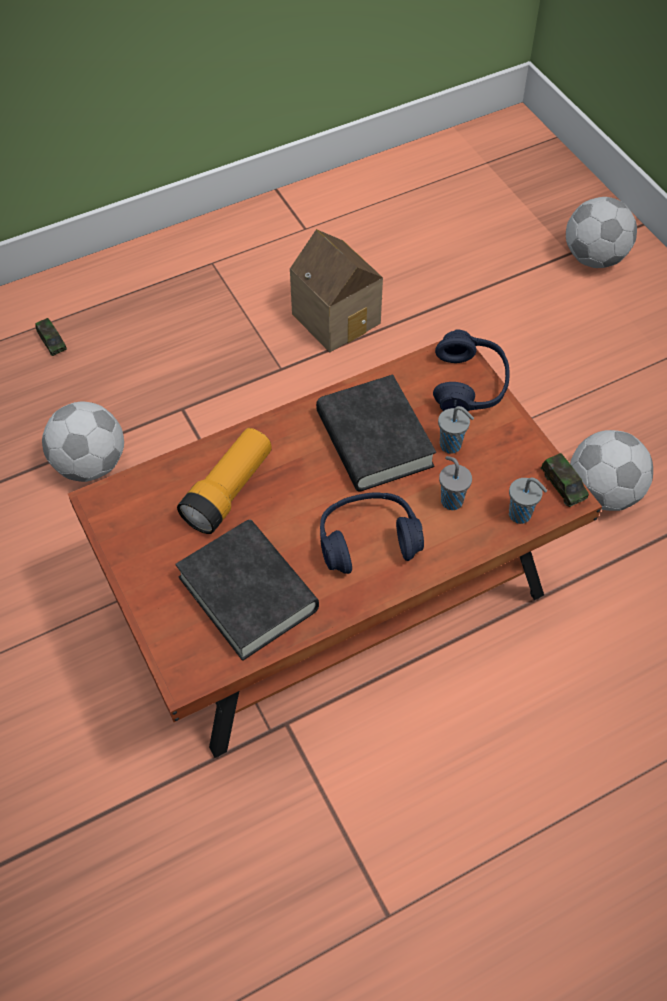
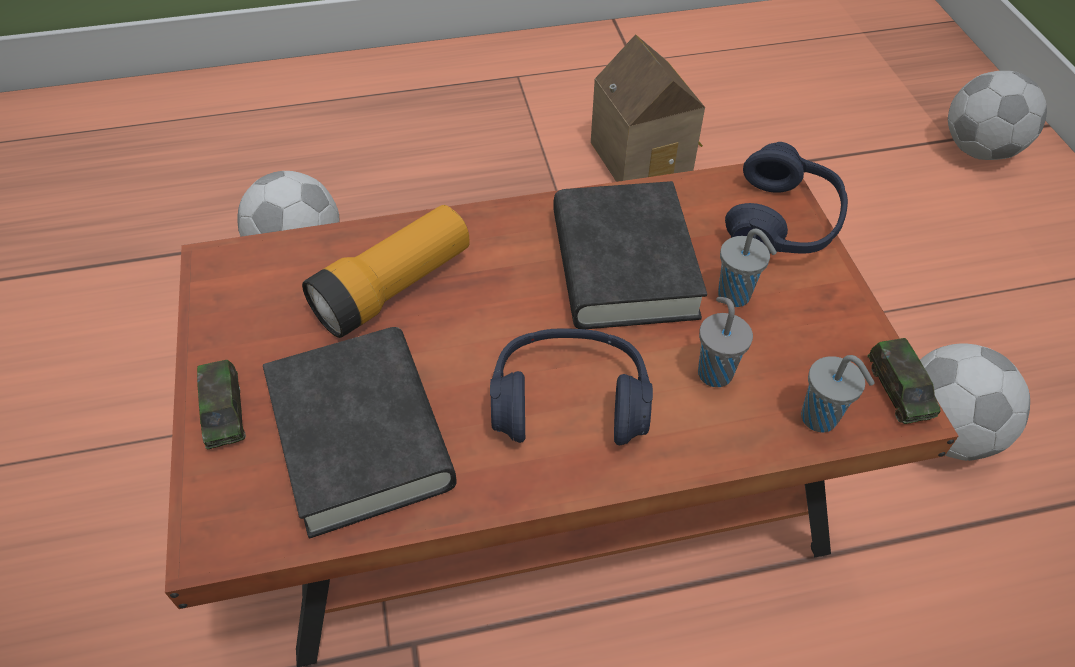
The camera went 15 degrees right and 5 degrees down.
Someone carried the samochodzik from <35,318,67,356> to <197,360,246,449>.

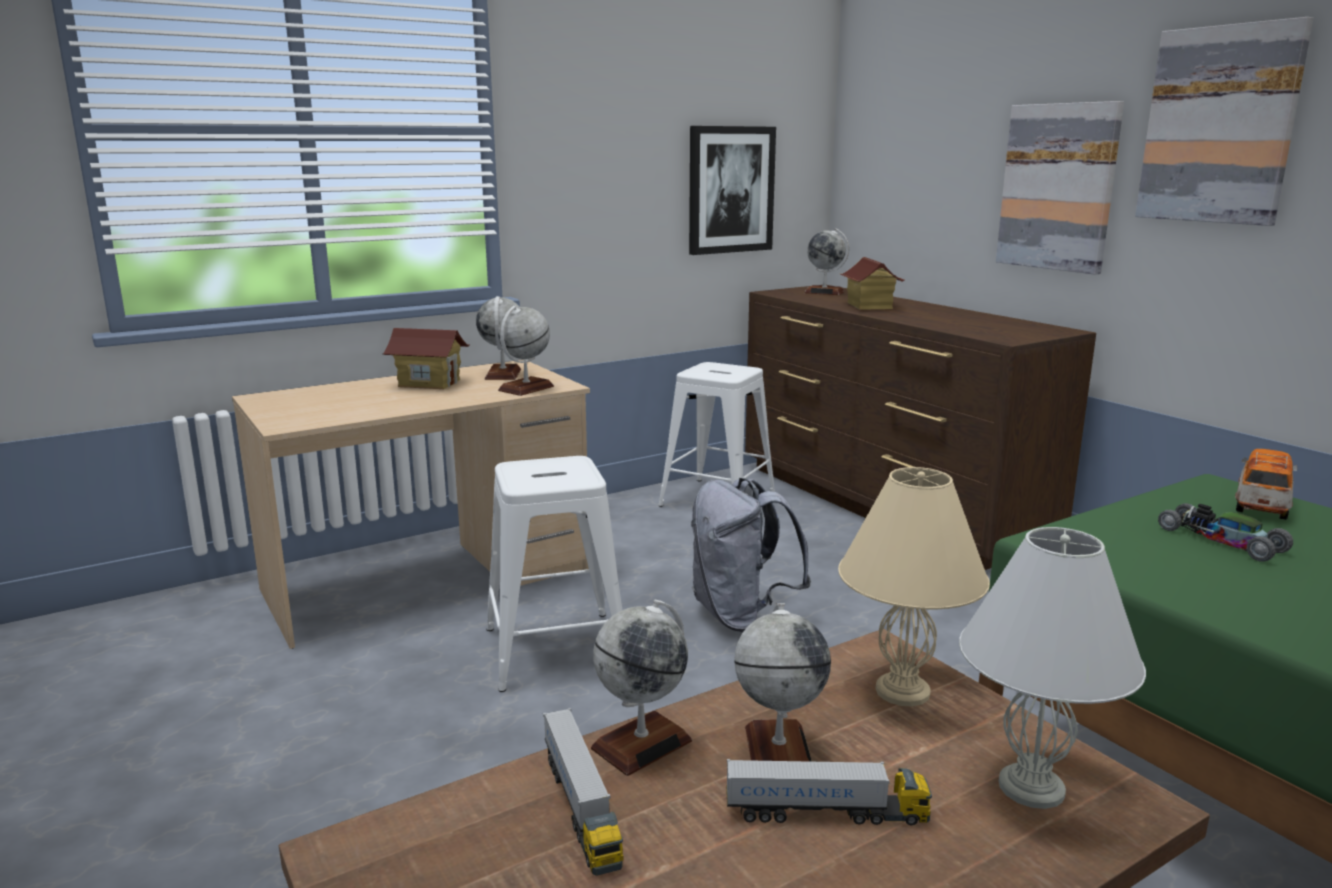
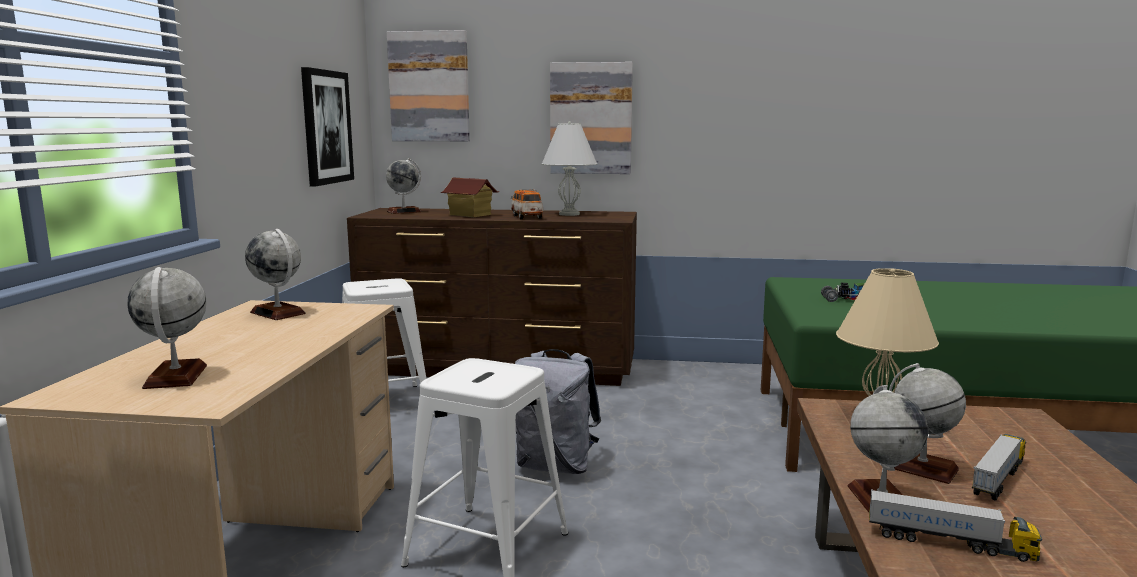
The camera went 50 degrees left and 5 degrees down.
Someone took away the domek at <383,328,470,389>.
Someone carried the globus from <498,306,554,396> to <127,267,207,389>.
Someone carried the lampa stołowa/biały from <959,527,1146,809> to <542,121,597,216>.
Someone carried the obraz from <1135,17,1313,226> to <387,30,470,141>.
Someone carried the samochodzik from <1235,449,1297,520> to <511,189,544,219>.

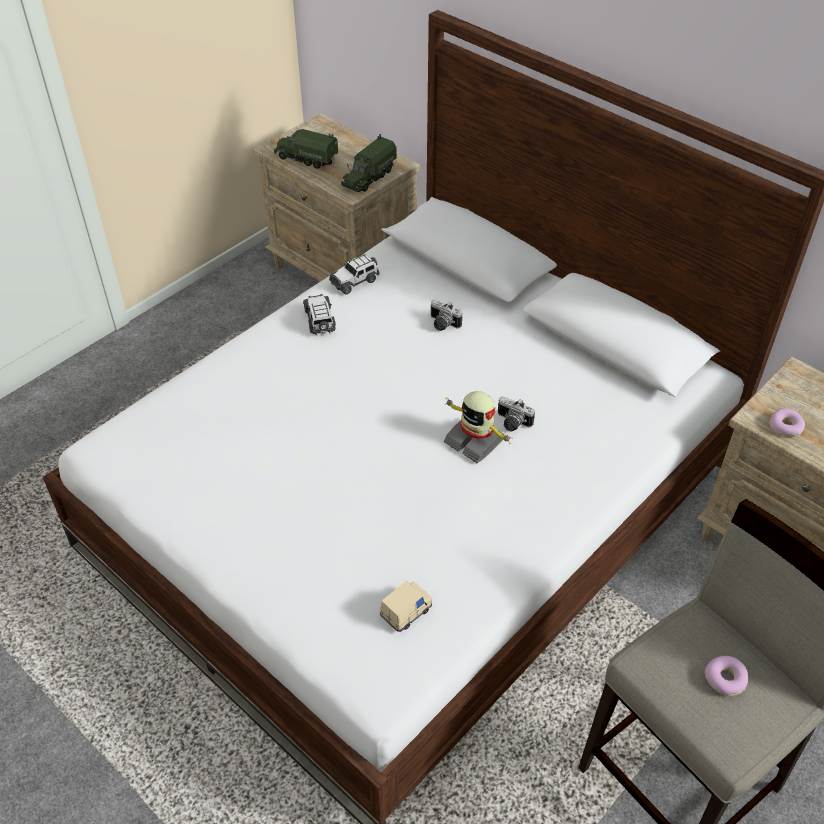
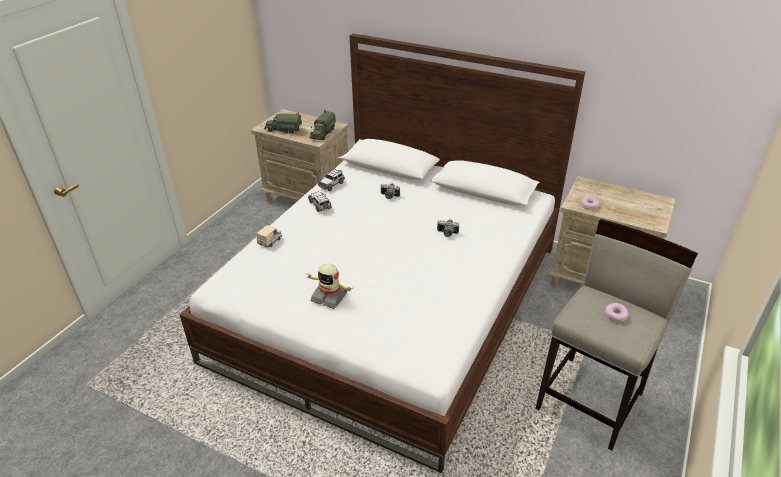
The camera went 15 degrees left and 10 degrees down.
Someone carried the samochodzik/beżowy from <380,581,432,632> to <257,225,282,247>.
Someone carried the robot zabawkowy from <444,391,510,463> to <306,264,352,309>.

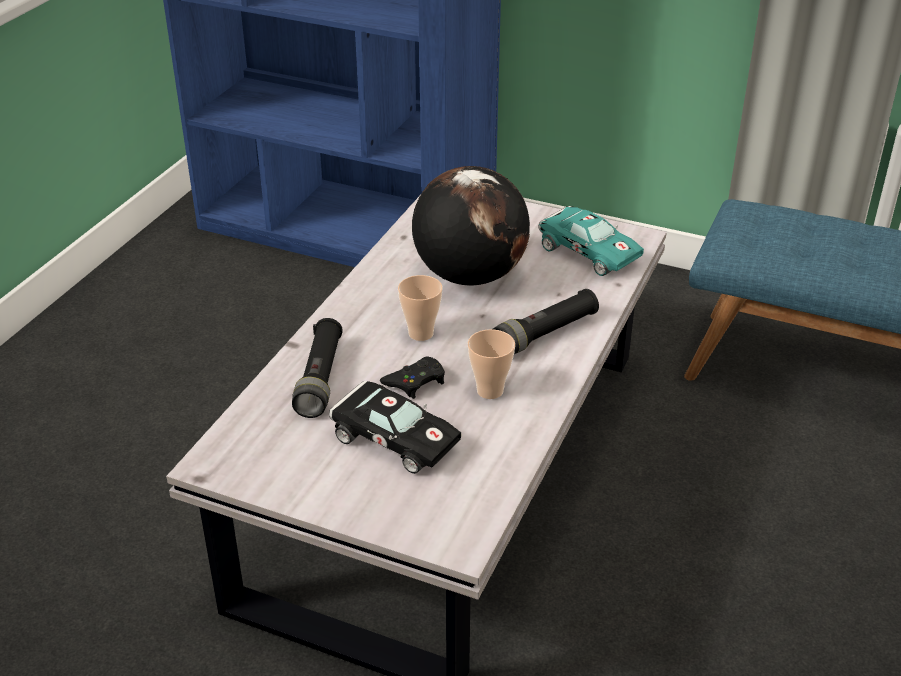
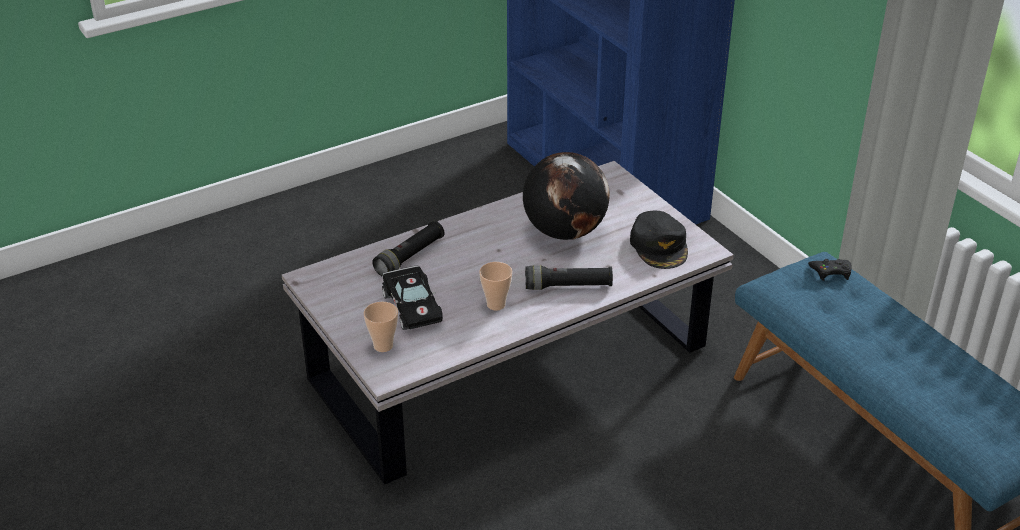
The camera went 35 degrees right and 0 degrees up.
Someone carried the pad do gier/czarny from <380,357,445,399> to <808,259,852,281>.
Someone carried the filiżanka from <398,275,443,341> to <364,302,398,352>.
Someone swapped the samochodzik/turkusowy at <539,206,644,276> for the czapka z daszkiem/czarny at <630,211,688,269>.

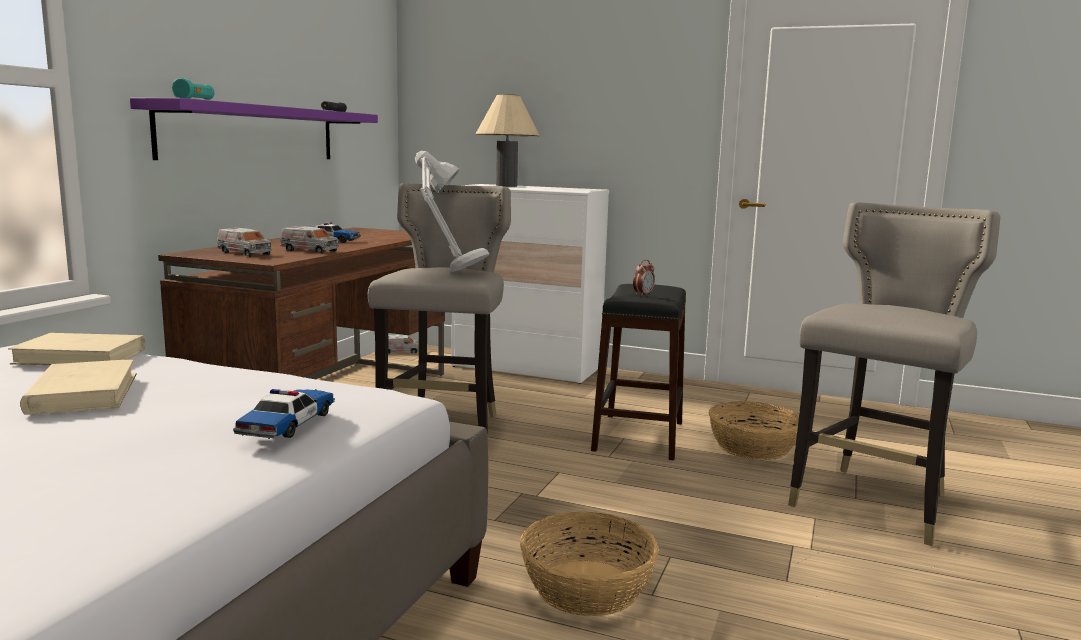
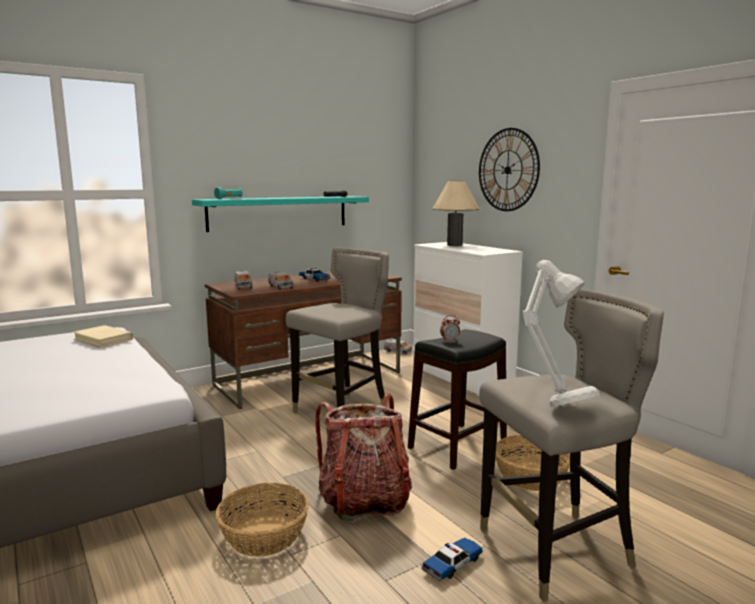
The camera went 35 degrees right and 0 degrees up.
Someone took away the książka/beżowy at <20,360,136,415>.
Someone put down the plecak at <315,393,412,522>.
Someone put up the zegar ścienny at <479,128,540,211>.
Someone carried the samochodzik from <233,389,335,439> to <421,538,483,581>.
Someone carried the lampa stołowa/szary from <415,151,490,272> to <522,260,600,407>.
Someone repainted the półka/fioletowy at <130,98,378,160>, which became the półka/turkusowy at <192,196,369,232>.

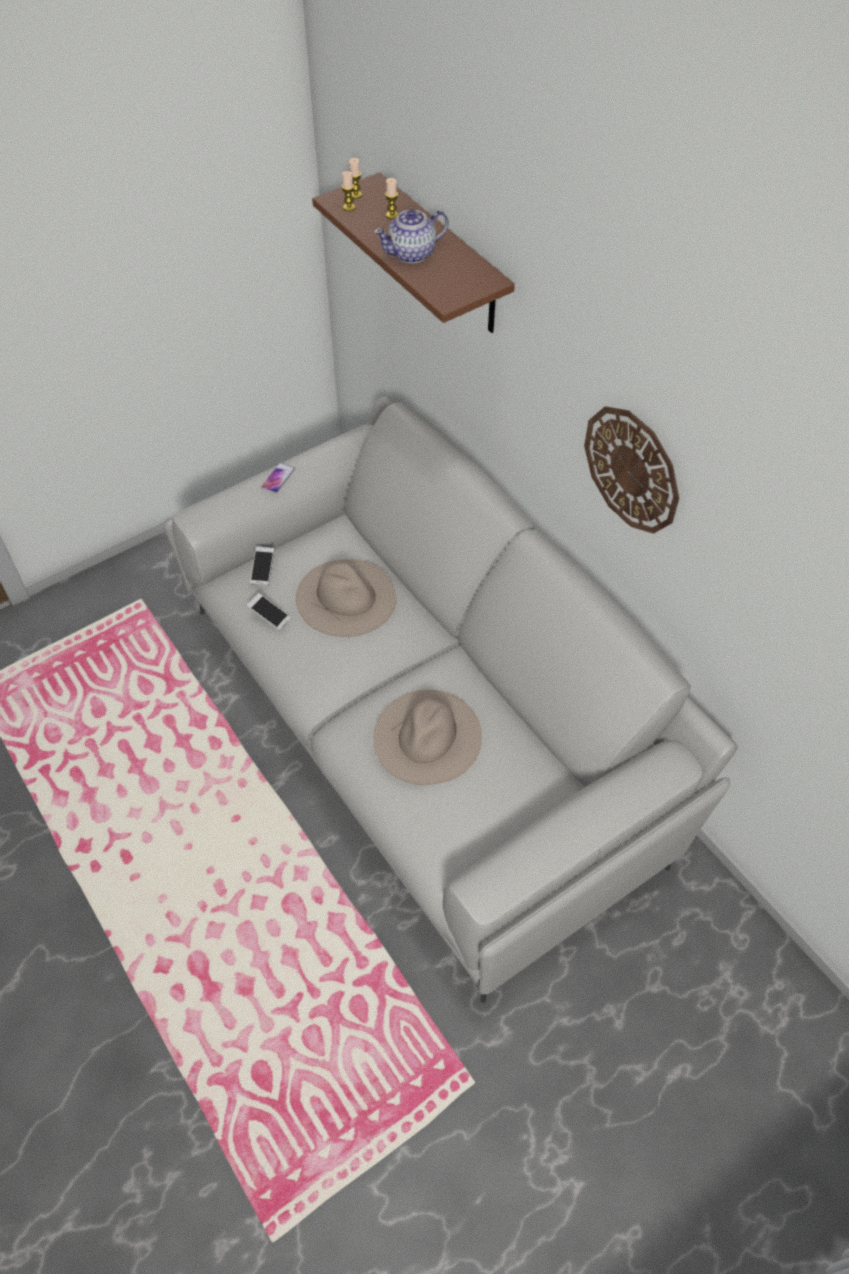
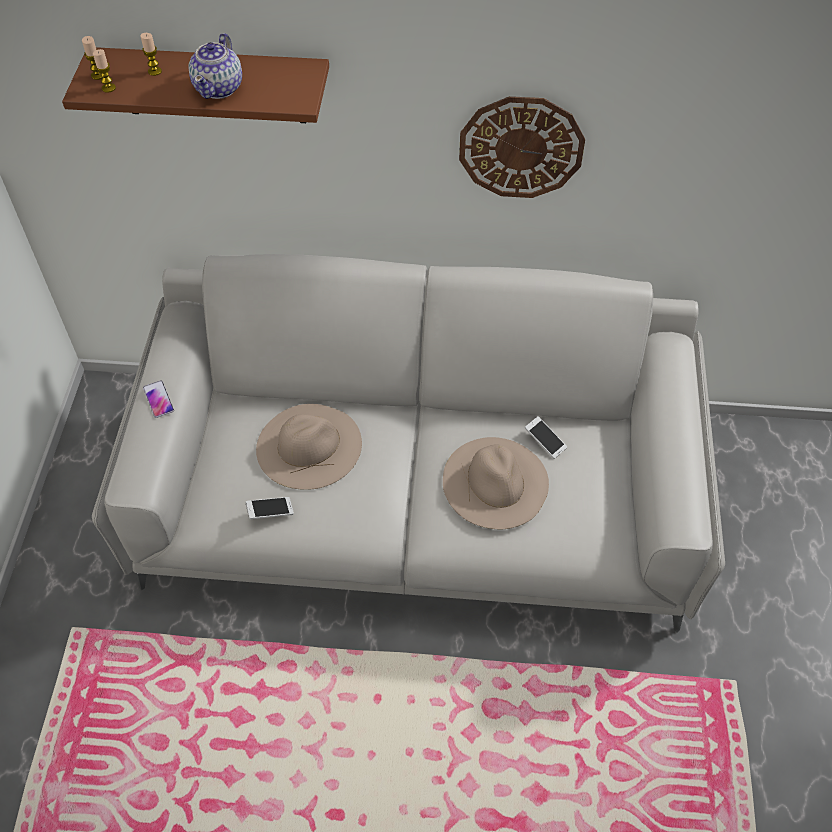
The camera went 50 degrees left and 0 degrees up.
Someone carried the telefon from <250,547,274,586> to <525,416,567,459>.

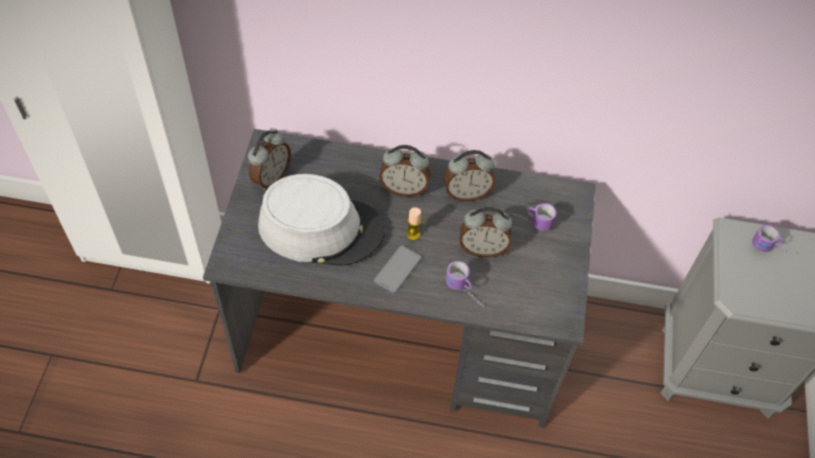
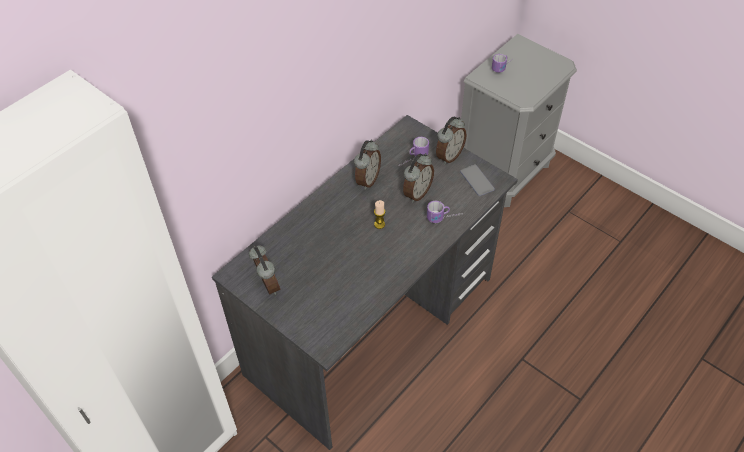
The camera went 55 degrees left and 5 degrees down.
Someone took away the kapelusz/szary at <258,174,385,266>.
Someone carried the telefon from <374,245,422,293> to <460,165,495,196>.
Someone carried the budzik from <379,145,430,197> to <436,117,467,165>.

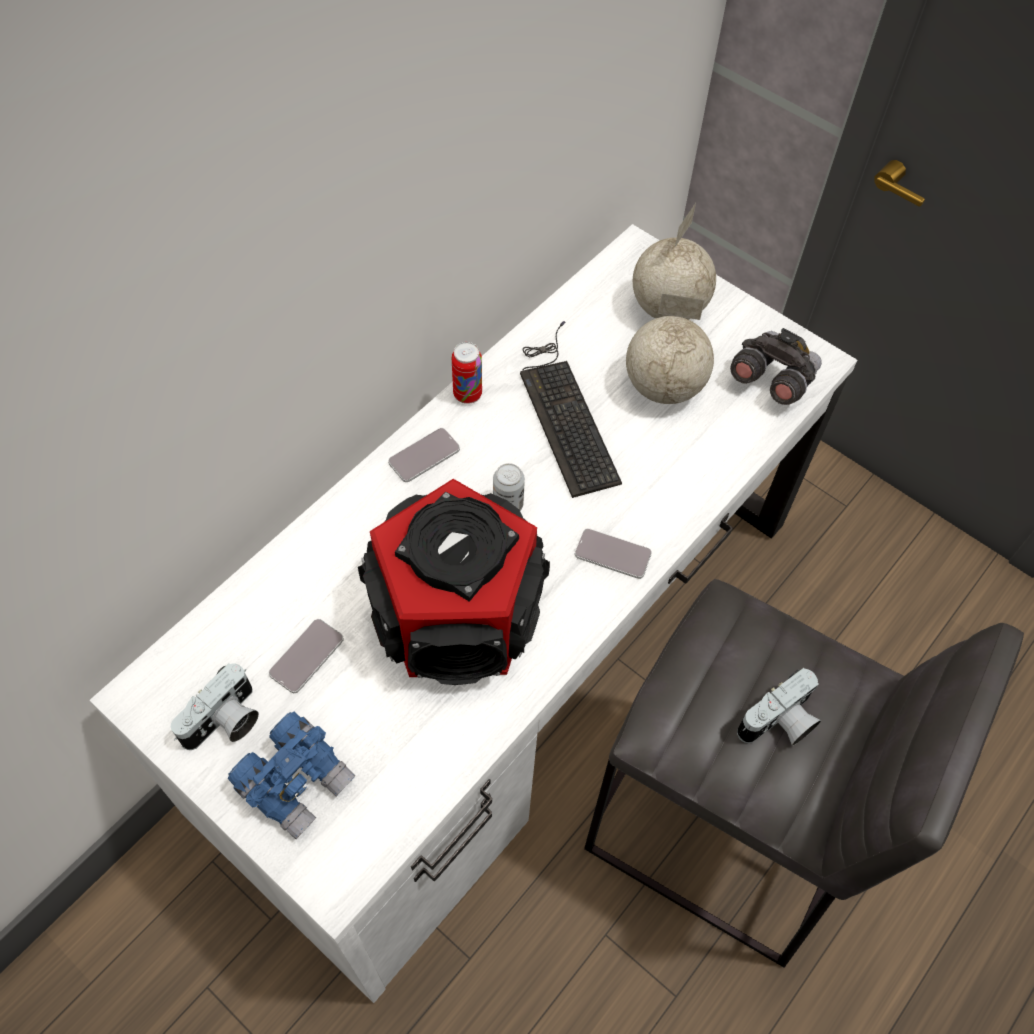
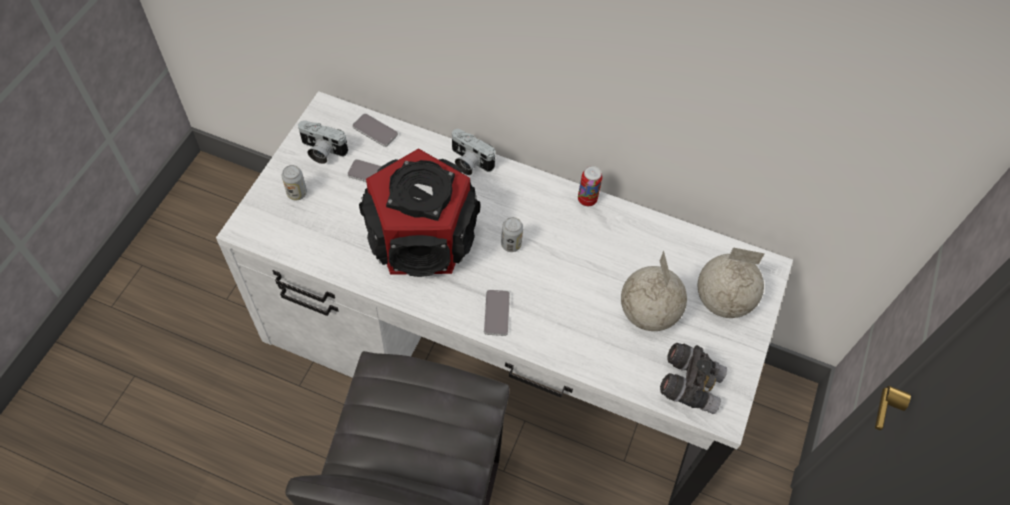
The camera went 70 degrees right and 0 degrees up.
Someone took away the klawiatura at <520,321,622,498>.
Someone carried the telefon from <388,428,460,482> to <352,113,398,147>.
Someone carried the aparat fotograficzny from <737,668,821,746> to <452,129,495,175>.
Someone swapped the lornetka/niebieski at <228,712,356,839> for the puszka at <282,165,307,201>.

